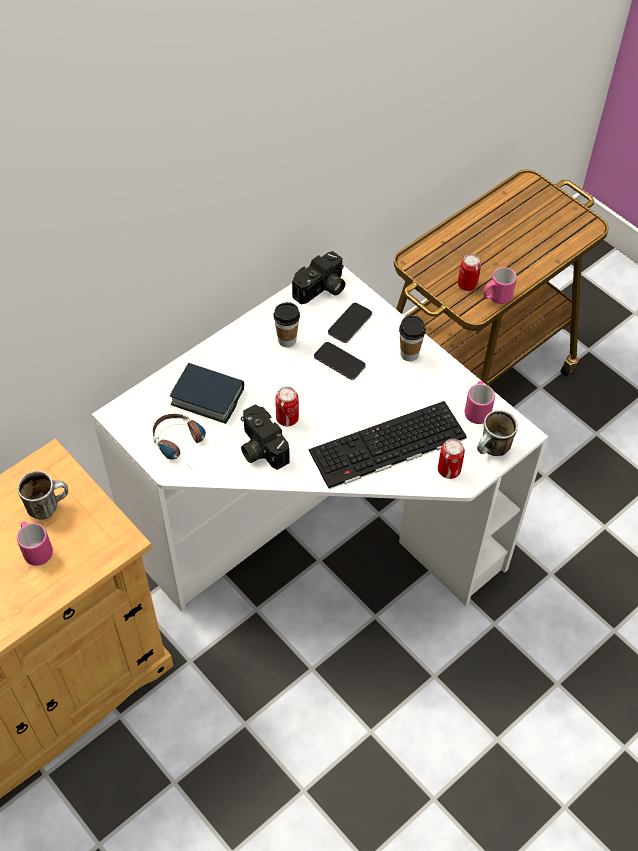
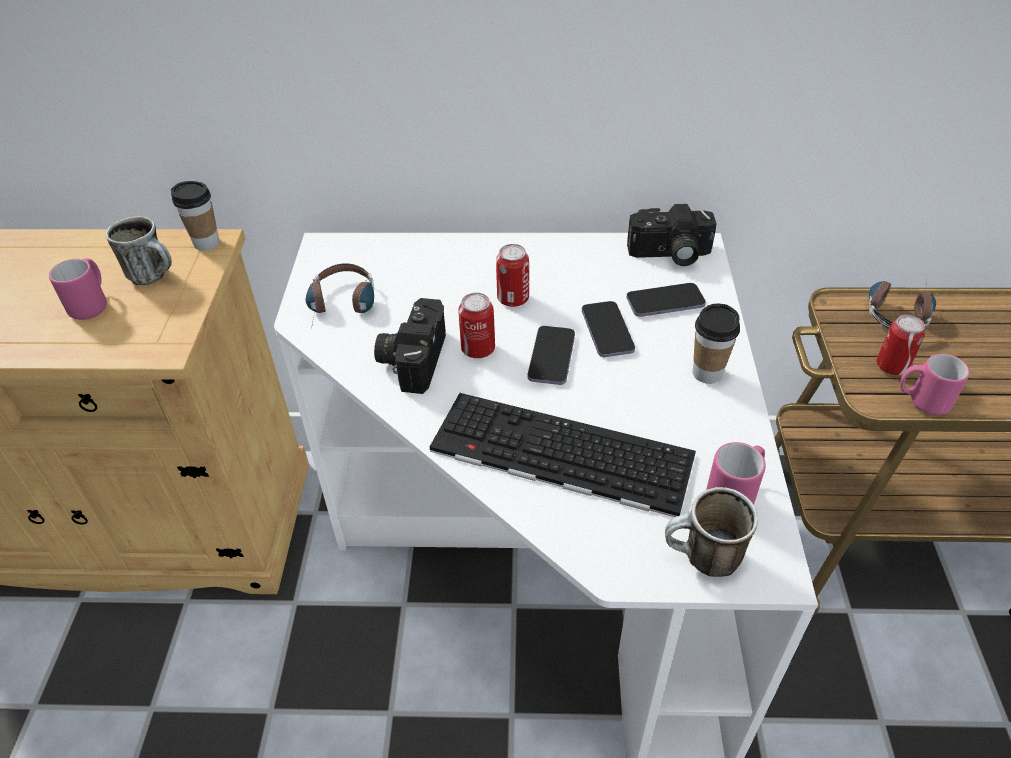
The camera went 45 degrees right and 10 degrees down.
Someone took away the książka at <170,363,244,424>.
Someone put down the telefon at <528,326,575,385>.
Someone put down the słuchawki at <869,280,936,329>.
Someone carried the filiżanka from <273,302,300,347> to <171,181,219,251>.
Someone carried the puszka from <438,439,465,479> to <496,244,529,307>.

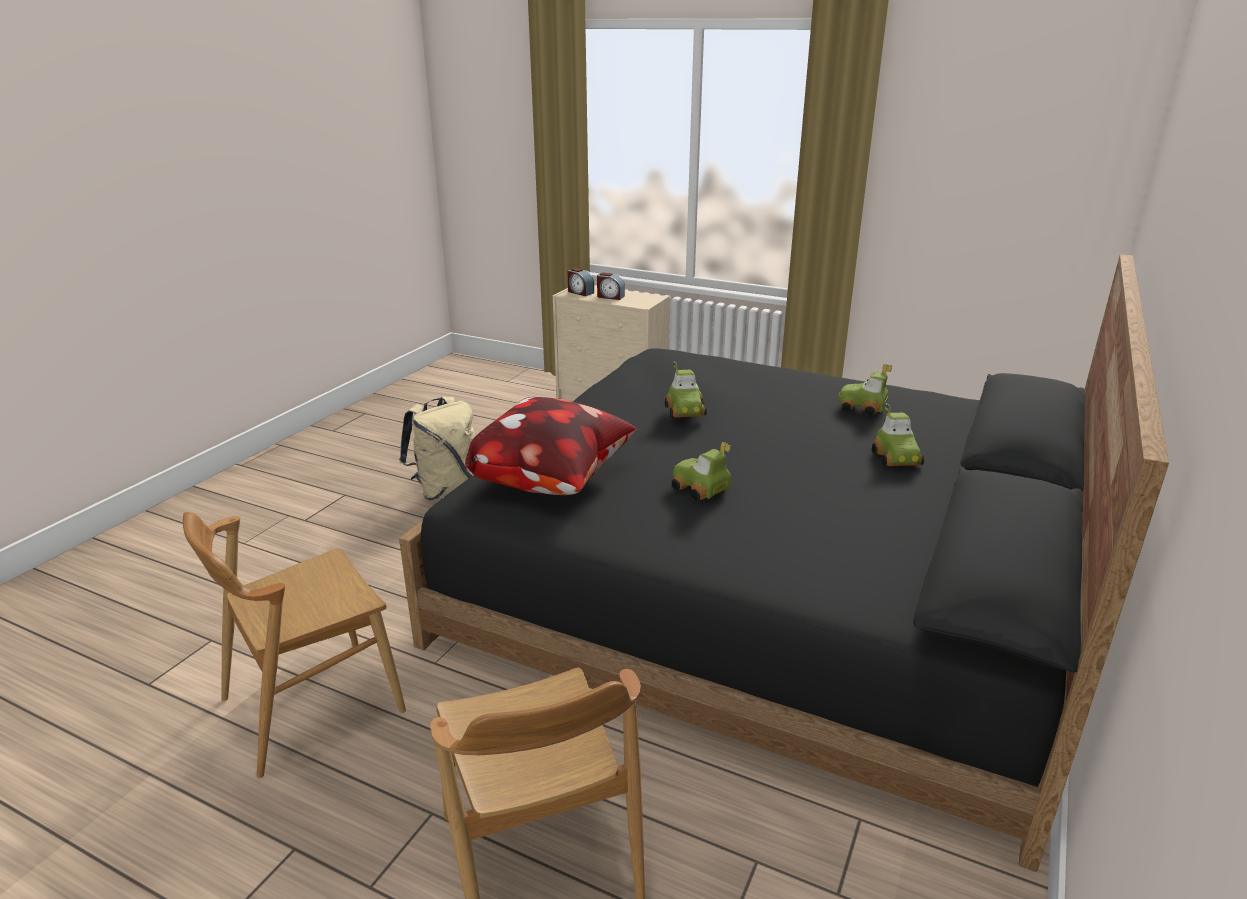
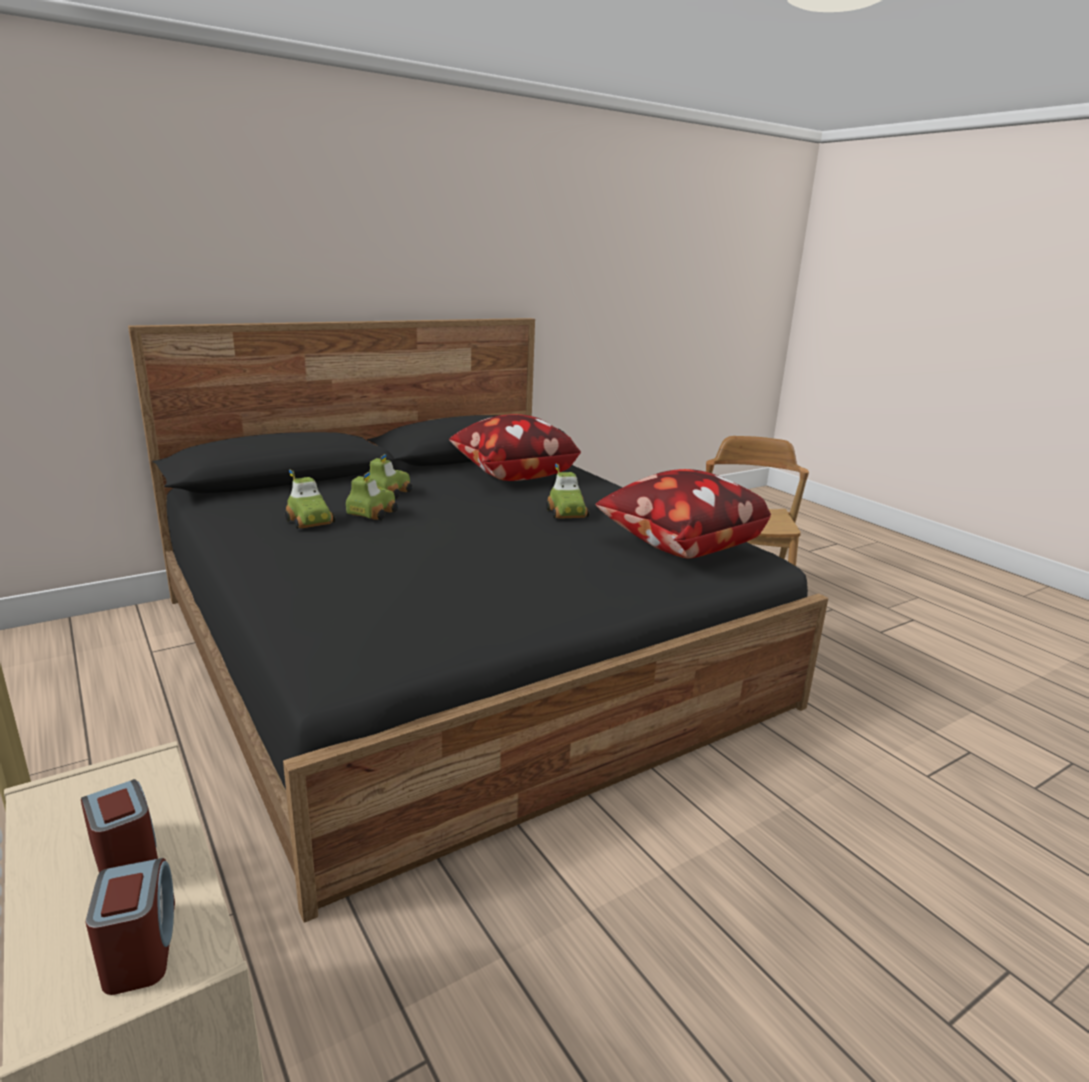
The camera went 150 degrees left and 5 degrees down.
Someone took away the krzesło/brązowy at <183,512,406,778>.
Someone took away the plecak/beżowy at <399,396,475,500>.
Someone put down the poduszka at <449,414,581,481>.
Someone carried the samochodzik from <665,361,707,417> to <346,472,398,520>.

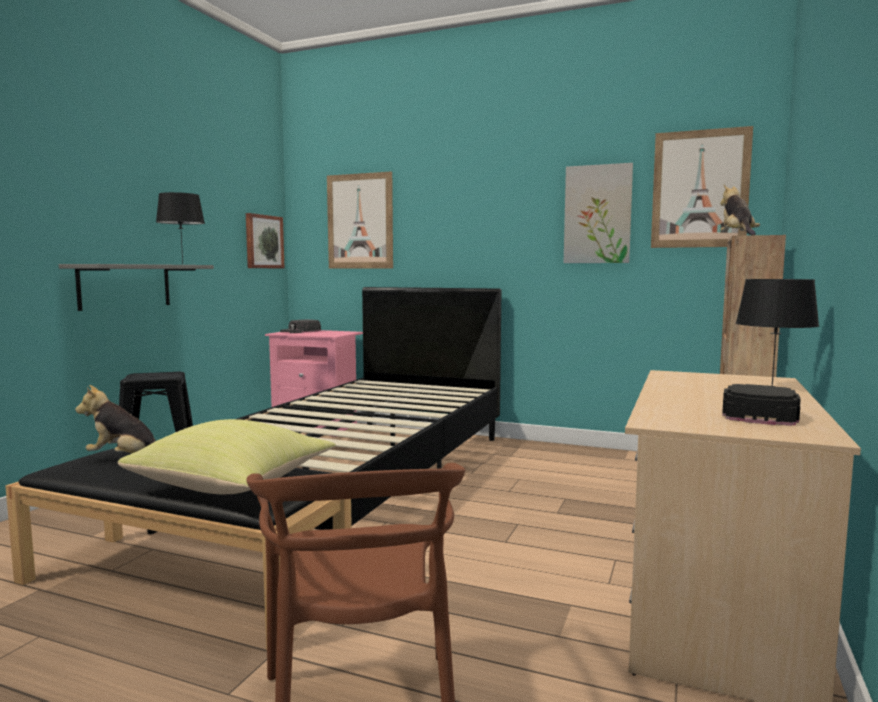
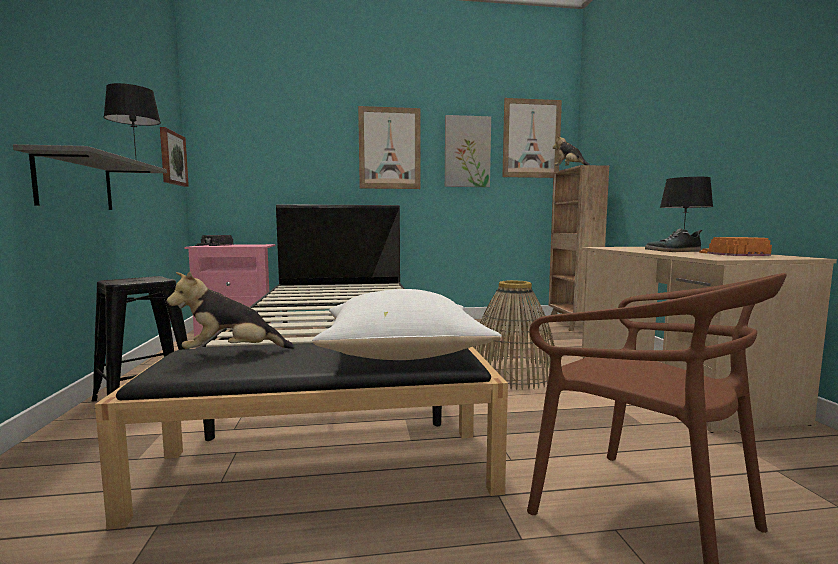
The camera went 30 degrees left and 0 degrees up.
Someone put down the koszyk at <473,280,555,390>.
Someone put down the but at <645,229,702,252>.
Someone carried the obraz from <327,172,393,269> to <358,106,420,189>.
Someone repainted the poduszka/żółty at <118,419,336,494>, which became the poduszka/biały at <312,289,502,360>.
Someone repainted the czapka z daszkiem/czarny at <722,384,801,426>, which became the czapka z daszkiem/pomarańczowy at <699,237,772,256>.

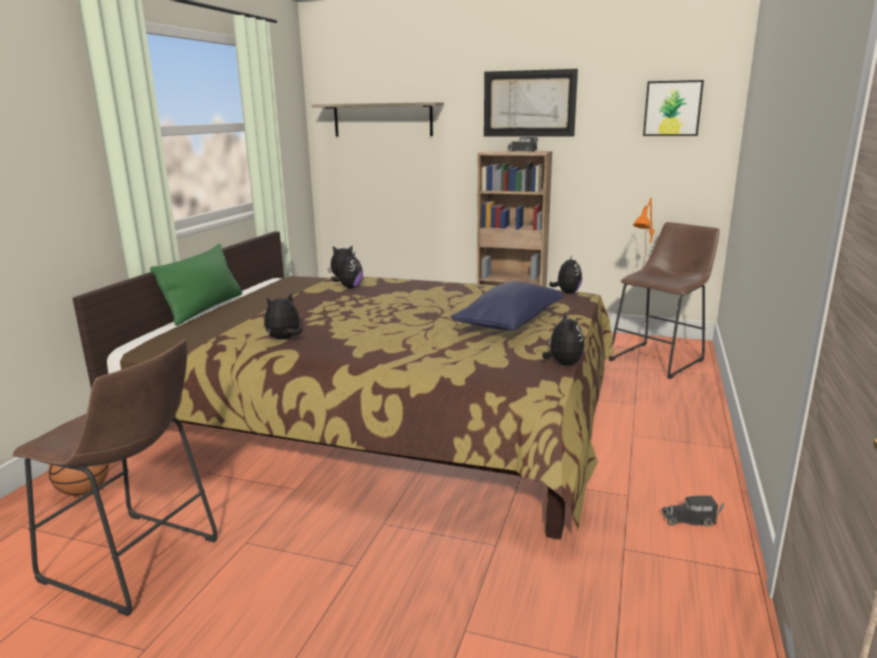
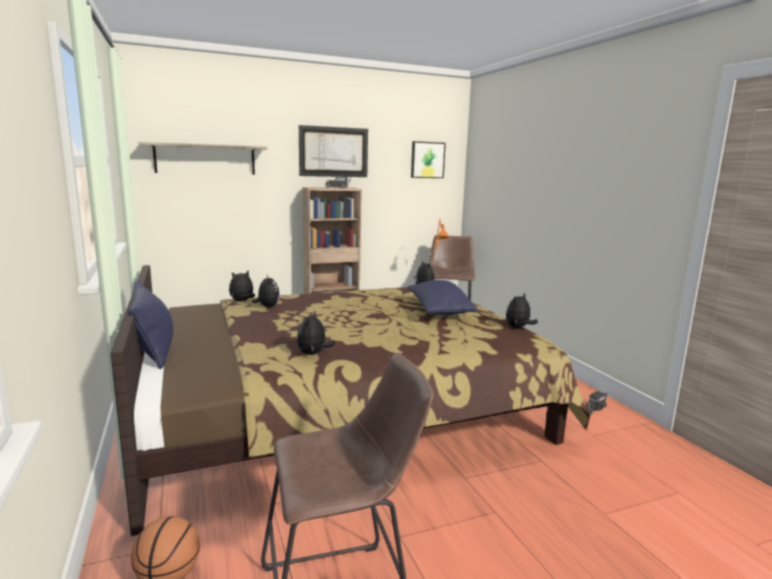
The camera went 40 degrees left and 5 degrees down.
Someone repainted the poduszka/zielony at <150,244,242,326>, which became the poduszka/niebieski at <128,280,173,369>.
Someone rotated the pluszak at <542,312,585,365> by 90 degrees counterclockwise.

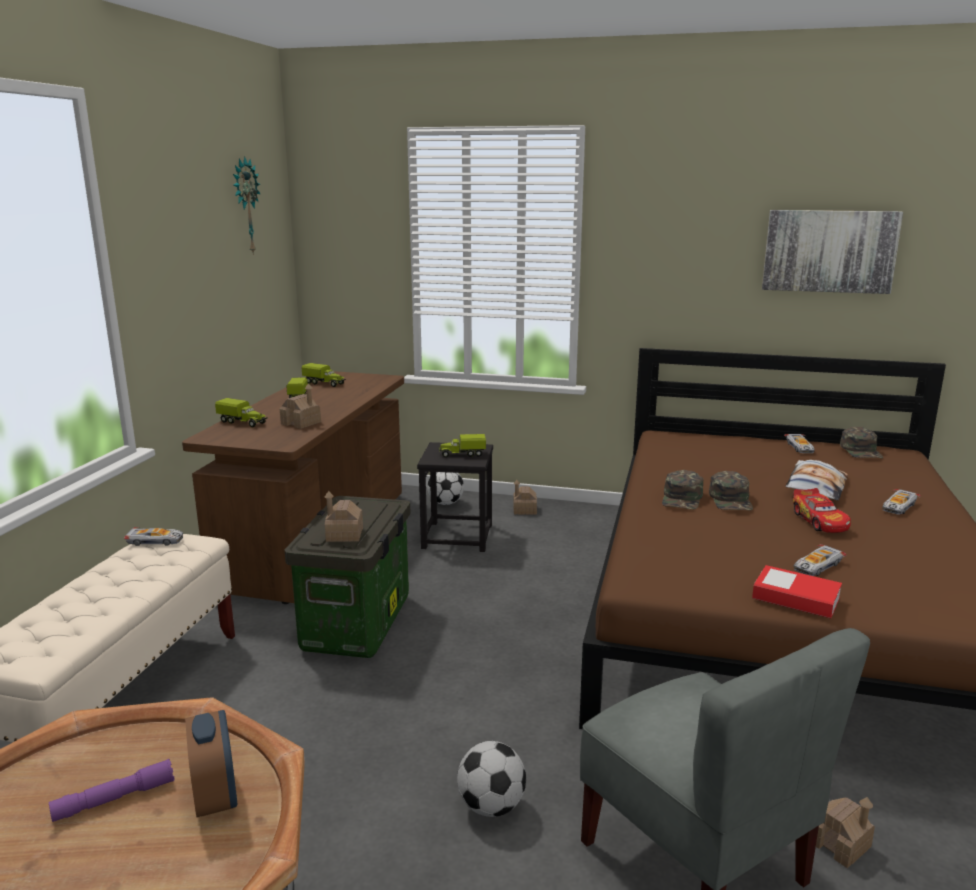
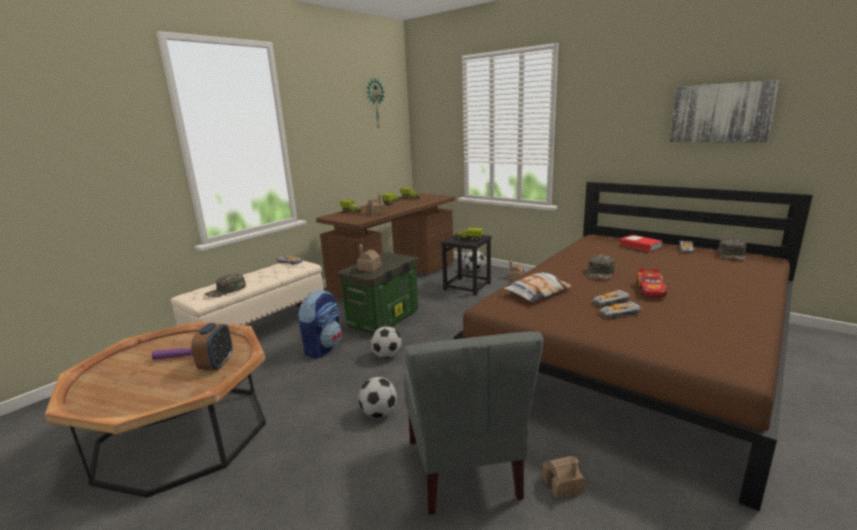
The camera went 25 degrees right and 0 degrees up.
Someone put down the plecak at <297,290,342,359>.
Someone put down the piłka futbolowa at <370,326,402,358>.
Someone carried the czapka z daszkiem/zielony from <662,470,703,510> to <205,274,246,298>.
Someone carried the książka from <752,565,842,618> to <620,235,662,252>.
Someone carried the poduszka from <786,460,848,500> to <504,273,572,302>.
Someone carried the samochodzik from <882,489,921,515> to <592,289,631,306>.

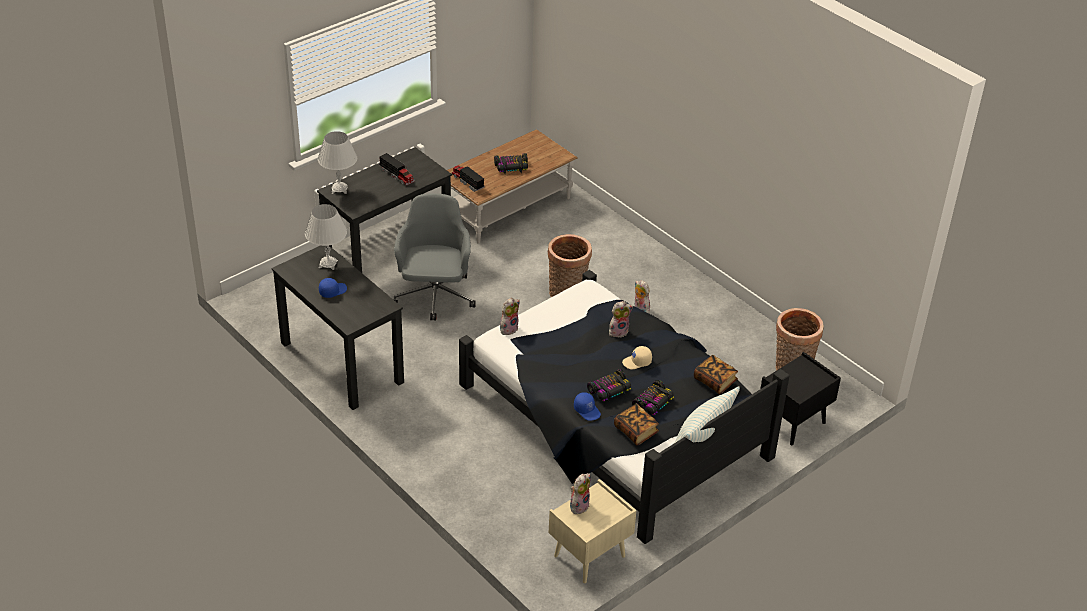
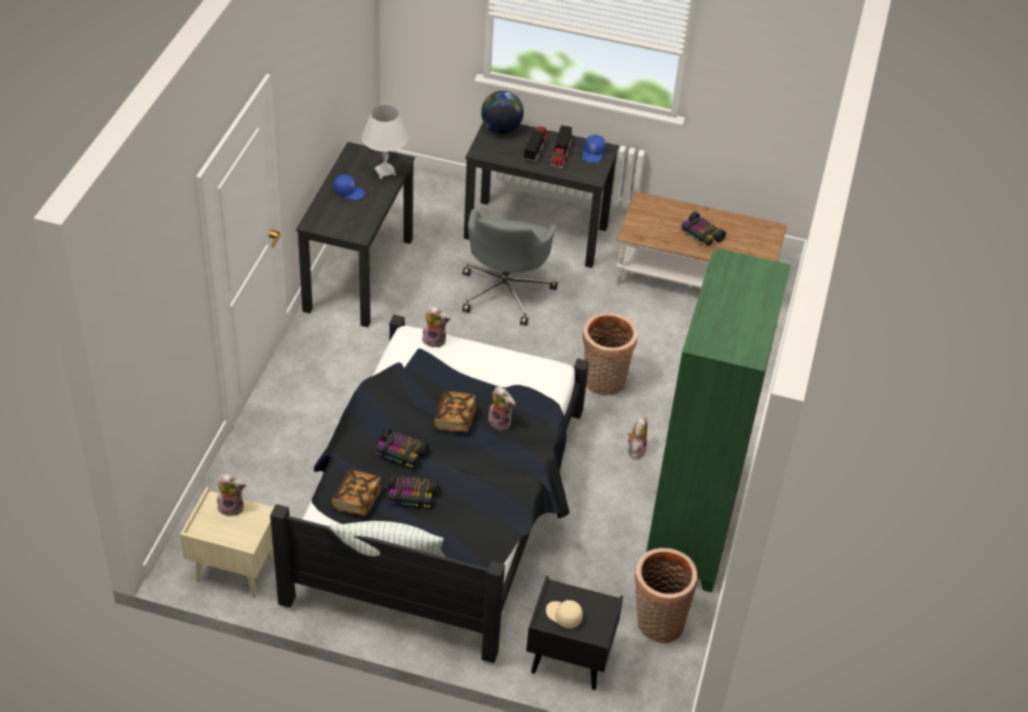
The camera went 55 degrees right and 5 degrees up.
Someone put down the regał/zielony at <646,248,791,592>.
Someone carried the ciężarówka zabawkowa from <452,165,485,192> to <523,126,548,162>.
Someone carried the czapka z daszkiem/niebieski from <574,392,601,421> to <582,135,606,162>.
Someone carried the czapka z daszkiem/beżowy from <622,346,652,369> to <546,600,583,629>.
Someone carried the książka from <694,355,738,394> to <433,391,476,432>.
Someone swapped the lampa stołowa/biały at <318,131,357,194> for the globus at <481,91,524,134>.
Someone rotated the krzesło biurowe/szary at <394,193,476,320> by 135 degrees clockwise.

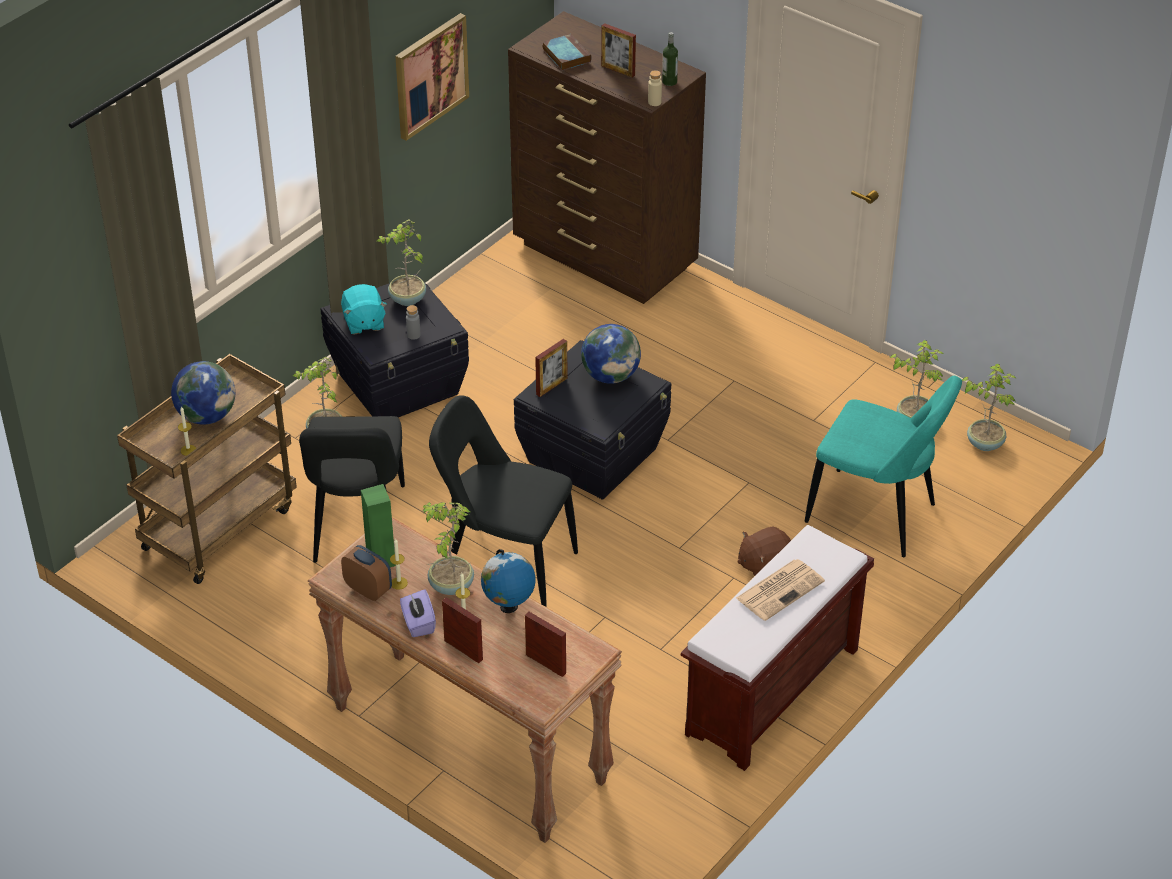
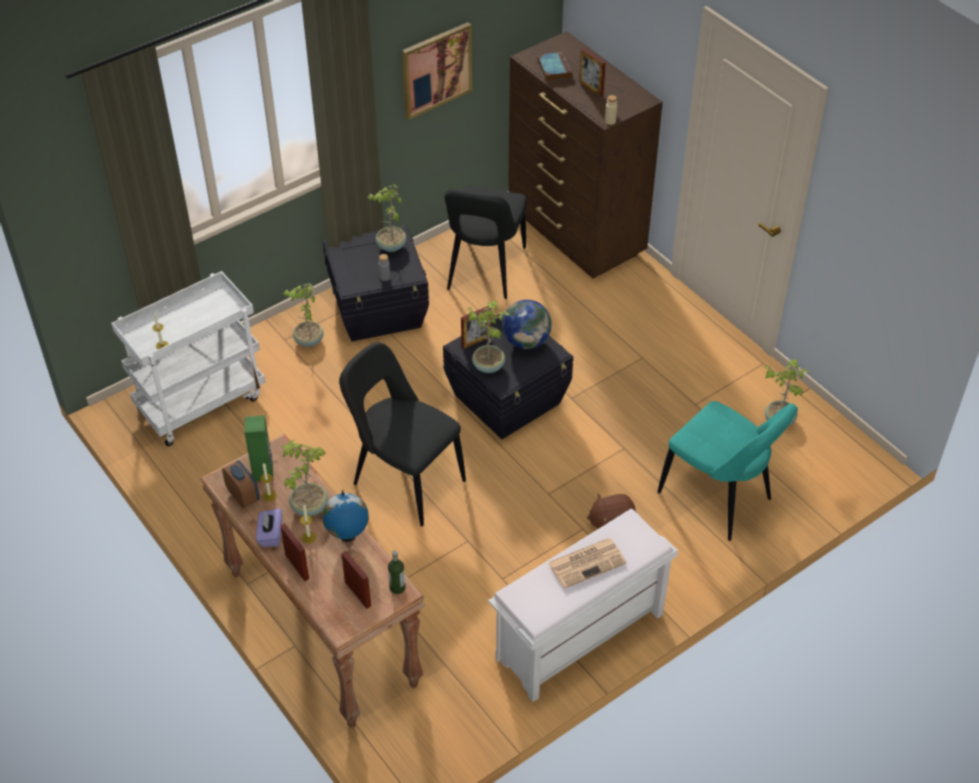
The camera went 15 degrees right and 5 degrees up.
Someone took away the globus at <171,361,235,425>.
Someone took away the pluszak/turkusowy at <341,284,387,334>.
Someone carried the krzesło/czarny from <299,416,405,563> to <444,185,527,299>.
Someone carried the butelka from <662,32,678,86> to <388,551,405,594>.
Someone carried the roślina doniczkowa from <962,364,1016,451> to <466,301,510,373>.
Someone repainted the wózek/brązowy at <117,354,297,584>, which became the wózek/biały at <111,271,266,447>.
Someone repainted the ławka/brązowy at <681,525,874,771>, which became the ławka/biały at <488,509,678,702>.

